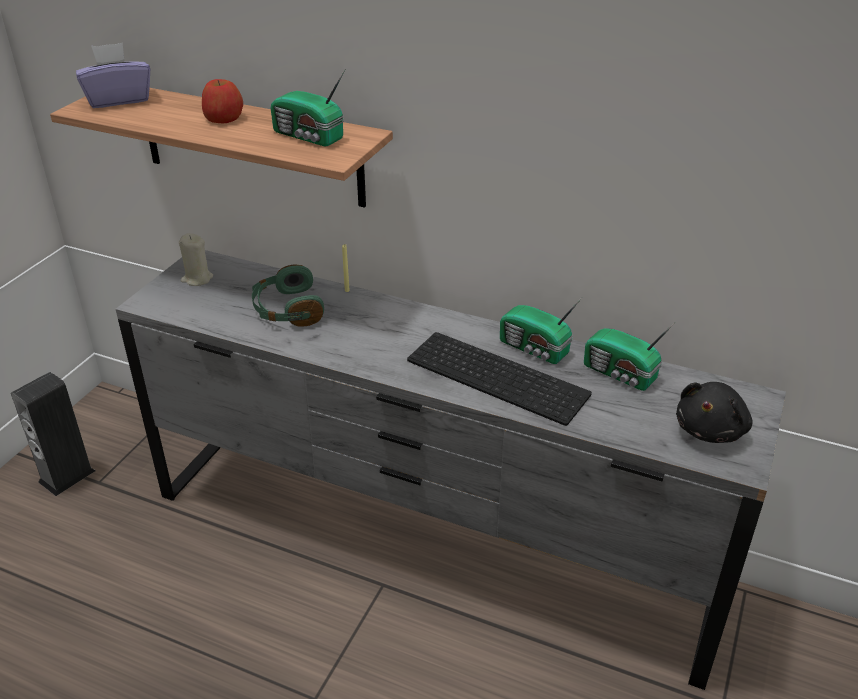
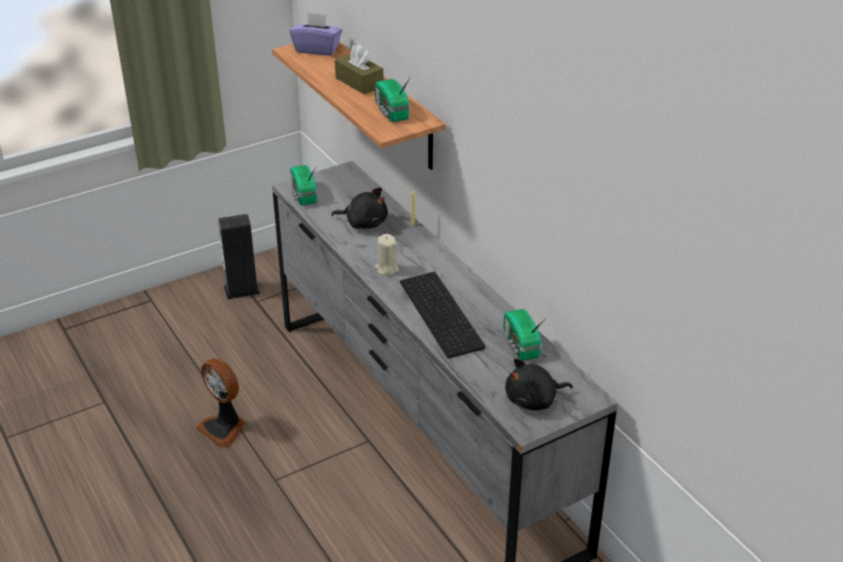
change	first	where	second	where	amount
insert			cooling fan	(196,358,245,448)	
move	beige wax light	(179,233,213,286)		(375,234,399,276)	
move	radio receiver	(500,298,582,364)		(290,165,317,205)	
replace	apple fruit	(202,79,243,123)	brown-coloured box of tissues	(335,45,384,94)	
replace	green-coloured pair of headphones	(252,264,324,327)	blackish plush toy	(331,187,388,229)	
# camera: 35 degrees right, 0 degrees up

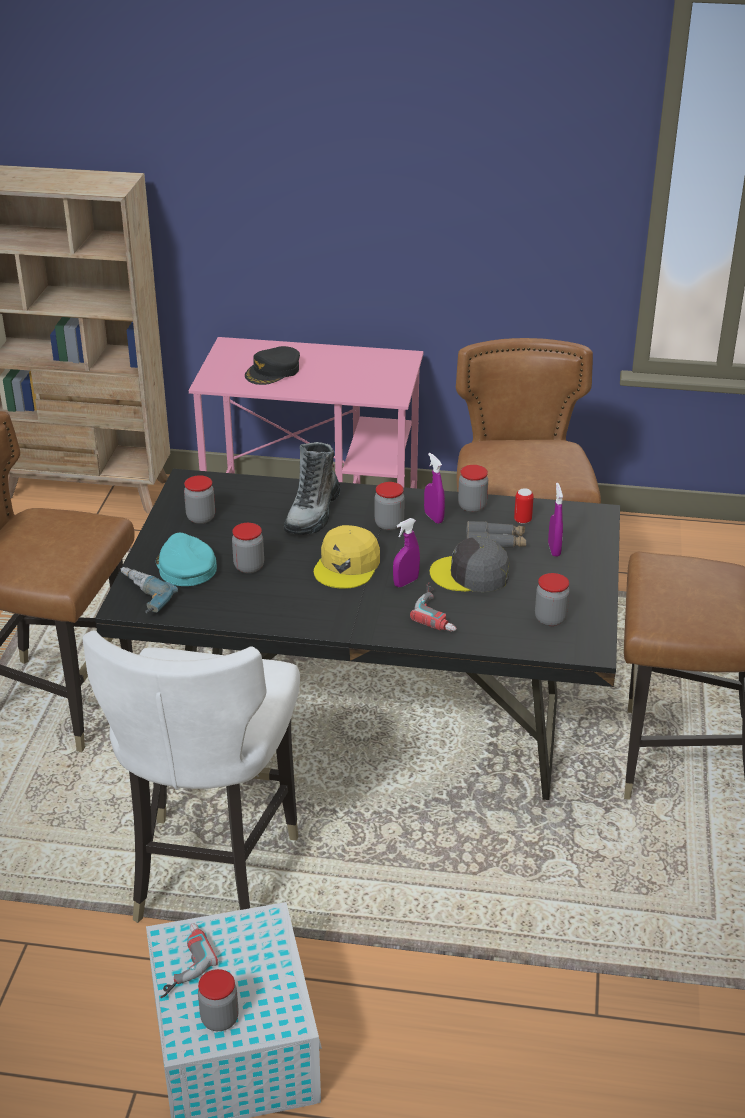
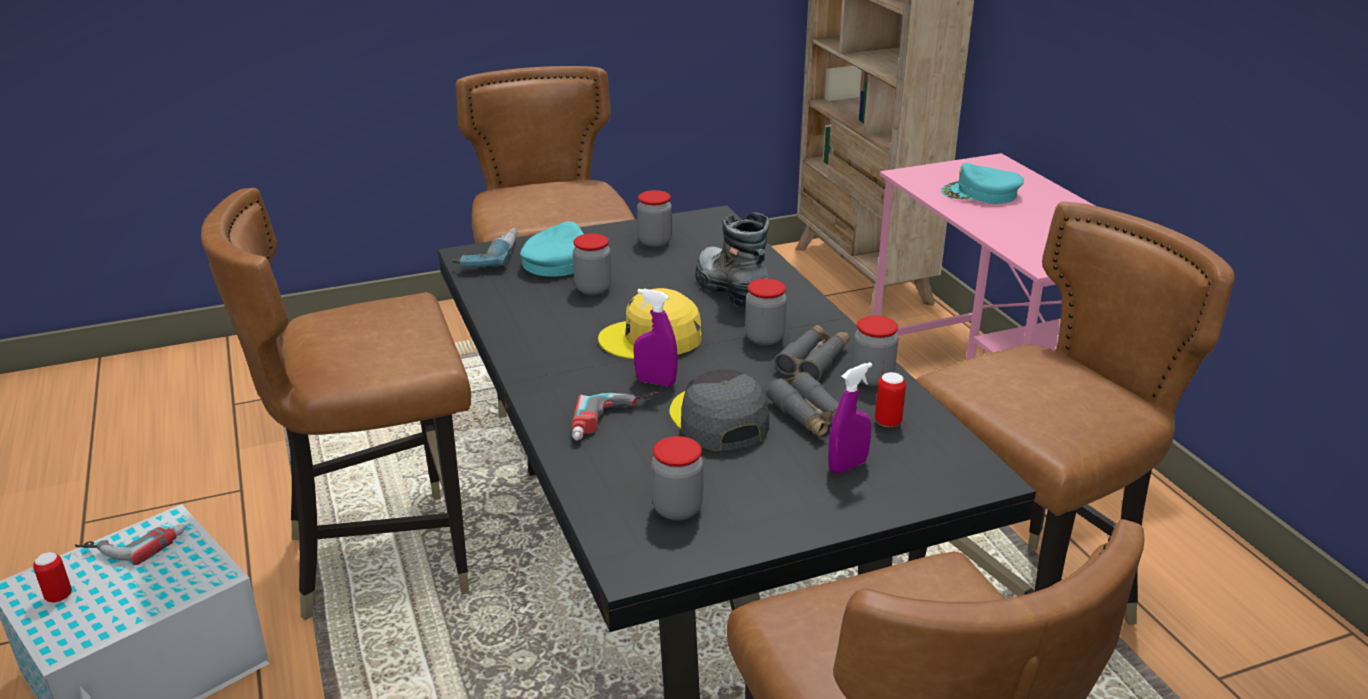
change	first	where	second	where	amount
replace	storage jar	(198,969,239,1031)	can	(33,552,72,602)	
replace	purple sprayer	(424,453,445,524)	greyish pair of binoculars	(774,325,850,381)	
recolor	whitish upright chair	(82,630,300,923)	brown-coloured upright chair	(201,188,471,620)	
recolor	blackish baseball cap	(245,346,300,385)	blue-green baseball cap	(941,163,1024,204)	
rotate	boot	(284,442,341,535)		(695,212,769,308)	75 degrees clockwise
# camera: 60 degrees right, 5 degrees down

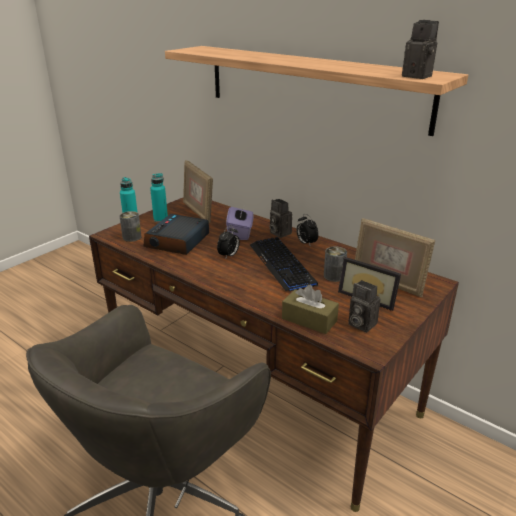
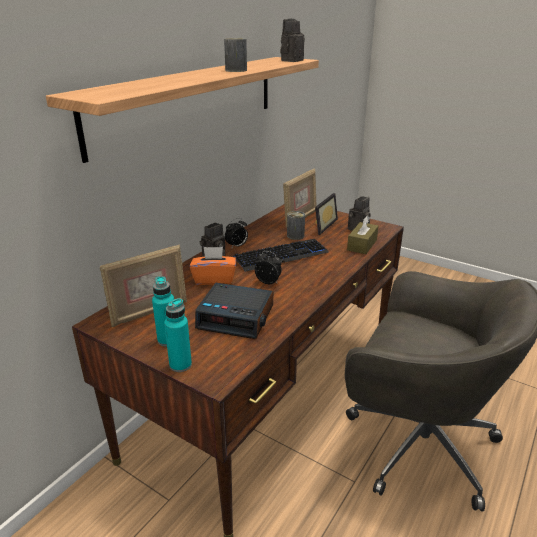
change	first	where	second	where	amount
move	can	(120,211,142,242)		(224,38,247,72)	
recolor	purple box of tissues	(226,204,254,240)	orange box of tissues	(190,247,236,285)	
# camera: 95 degrees left, 0 degrees up

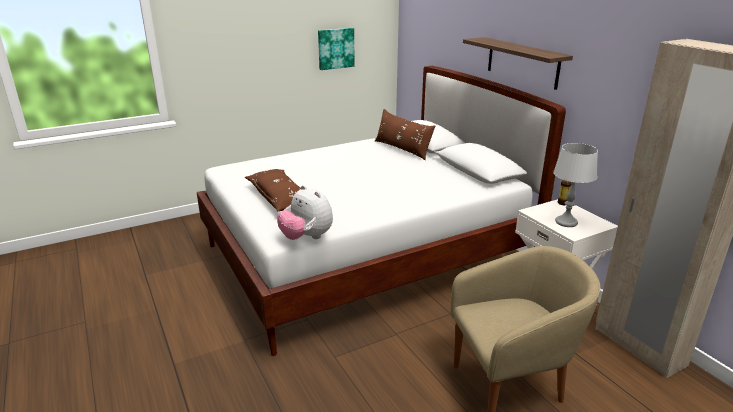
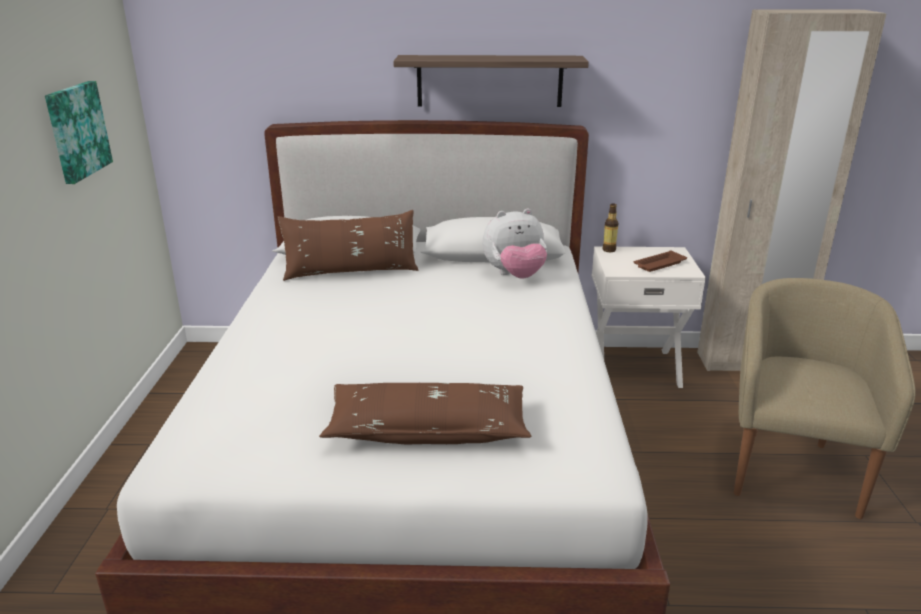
change	first	where	second	where	amount
move	plush toy	(277,185,333,240)		(482,209,547,278)	
replace	greyish lamp for a table	(553,143,598,227)	brown-coloured tray	(634,250,687,272)	
# camera: 60 degrees left, 0 degrees up

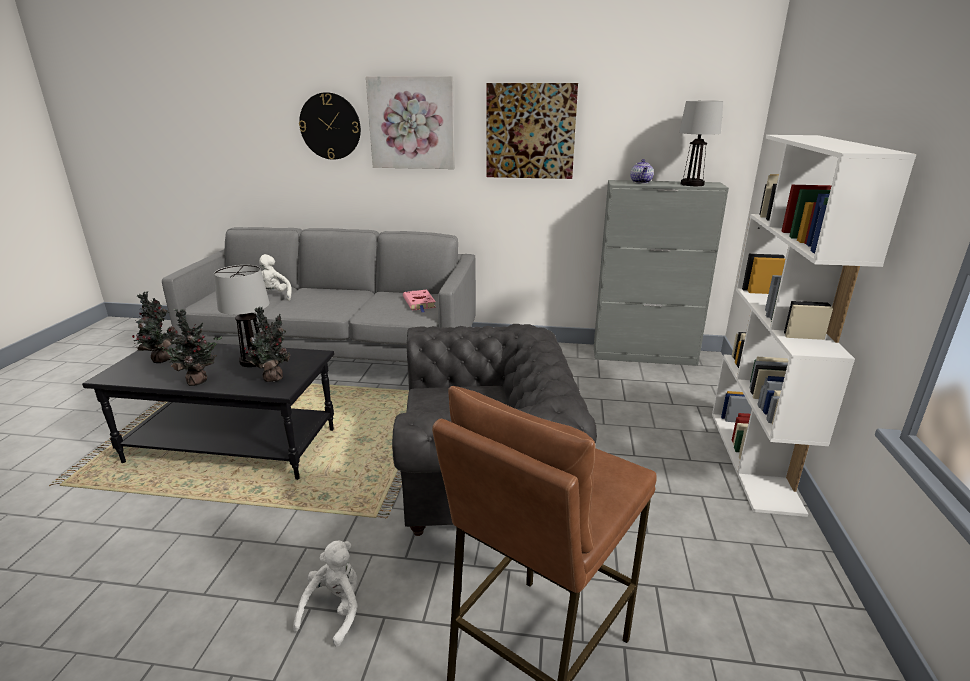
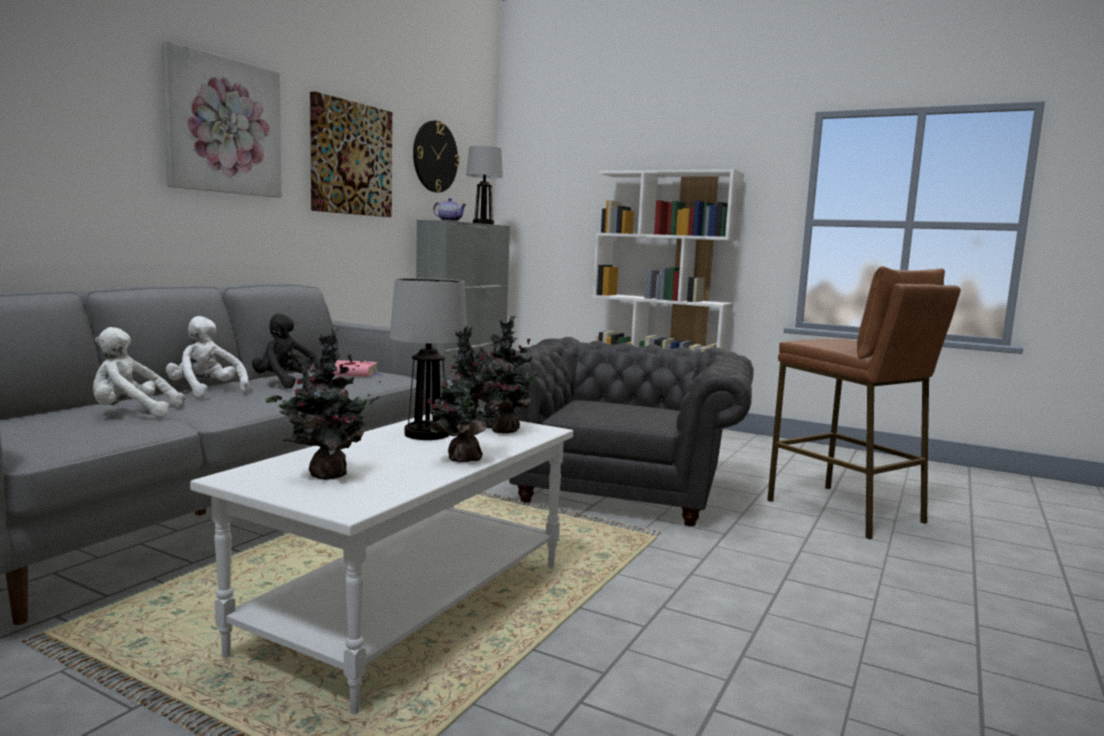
change	first	where	second	where	amount
insert			blackish plush toy	(252,313,320,389)	
move	whitish plush toy	(293,541,358,647)		(166,316,249,398)	
move	wall clock	(299,92,361,160)		(413,120,460,192)	
recolor	blackish low table	(82,343,334,480)	whitish low table	(190,413,573,714)	
# camera: 70 degrees left, 15 degrees down

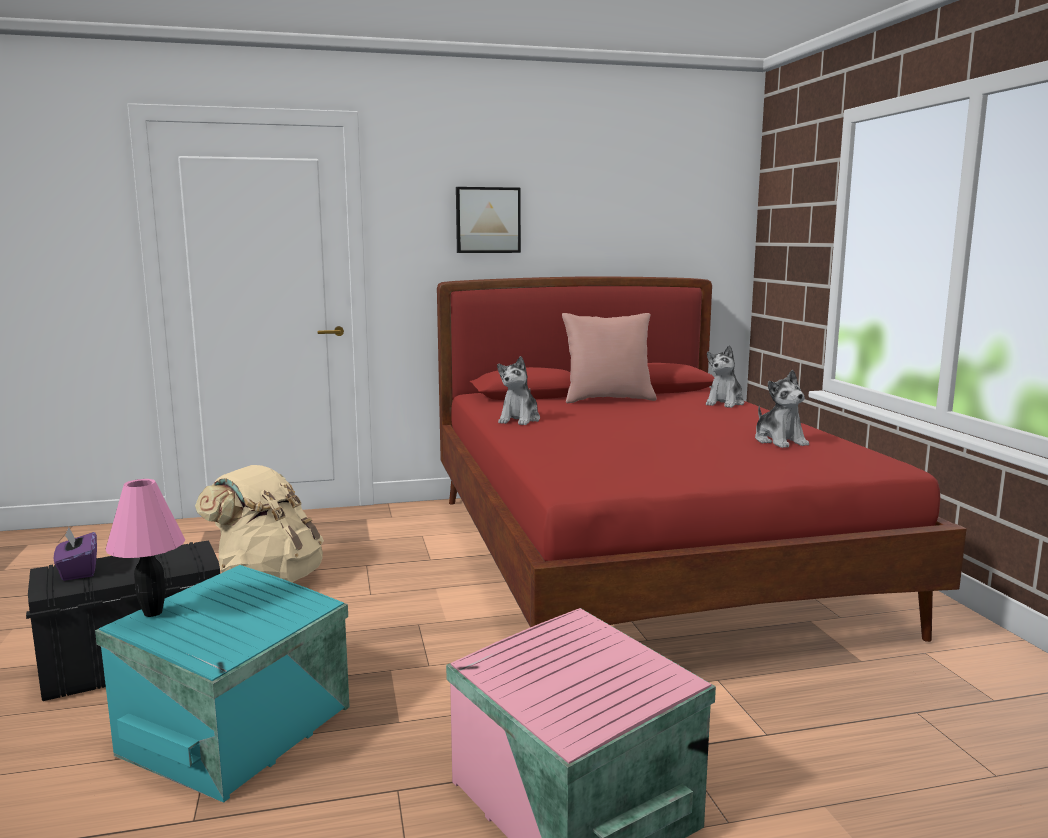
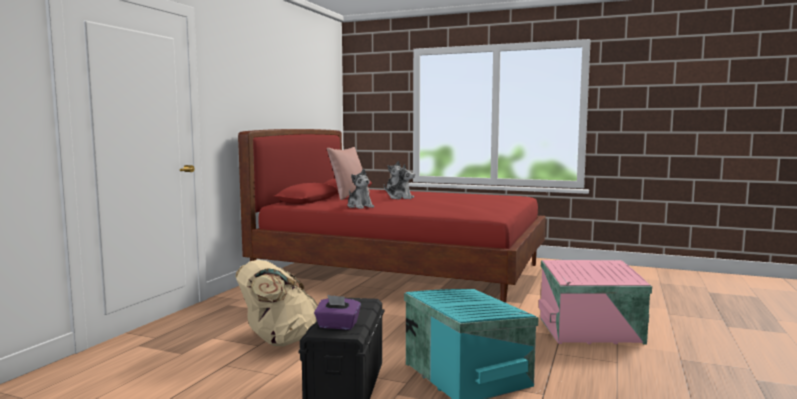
change	first	where	second	where	amount
delete	pink lamp for a table	(106,479,185,617)			
delete	wall picture	(456,187,521,253)			
move	plush toy	(755,370,809,448)		(384,164,415,199)	
# camera: 55 degrees left, 5 degrees down

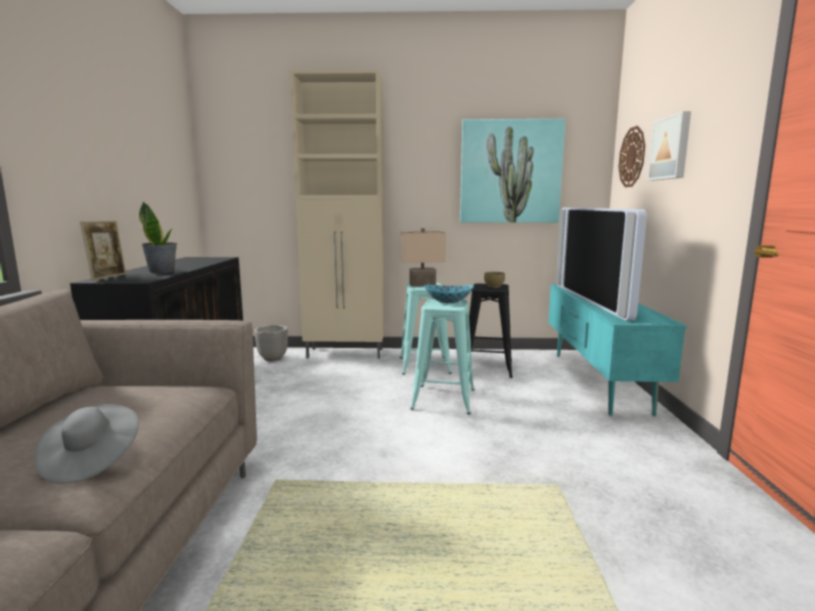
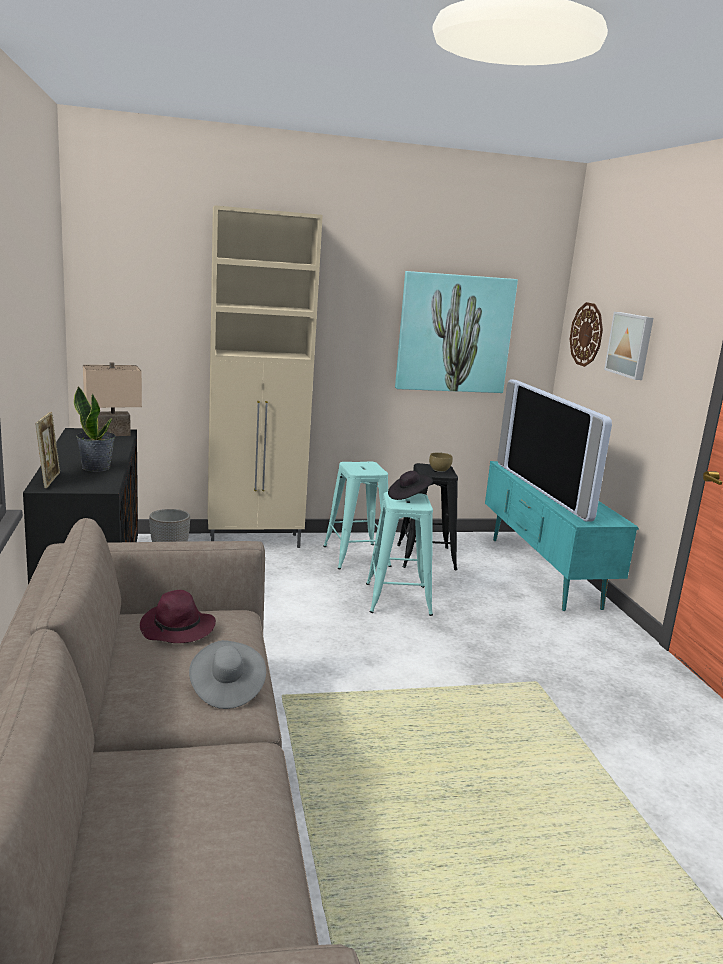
change	first	where	second	where	amount
insert			purple wearable hat	(140,590,216,643)	
move	beige lamp for a table	(401,228,446,287)		(83,362,142,436)	
replace	deep dish	(424,285,474,303)	blackish wearable hat	(388,471,433,500)	
# camera: 15 degrees left, 5 degrees up

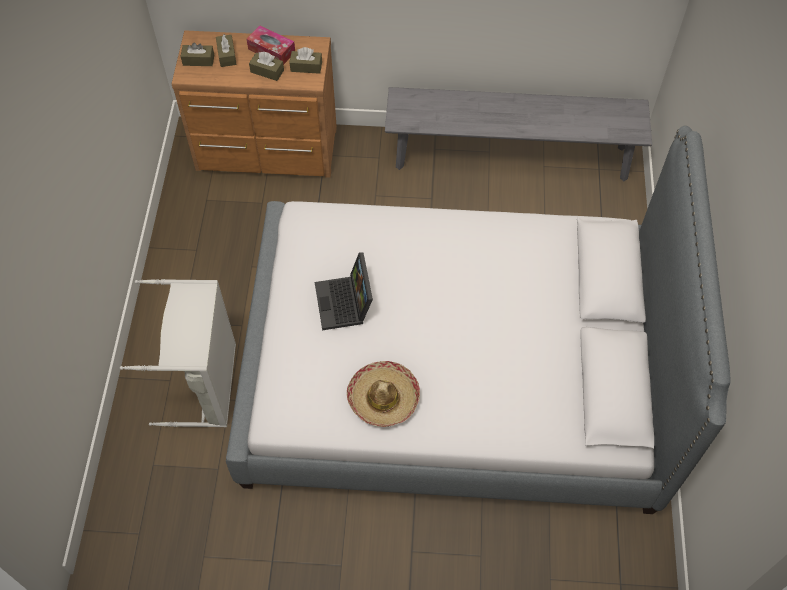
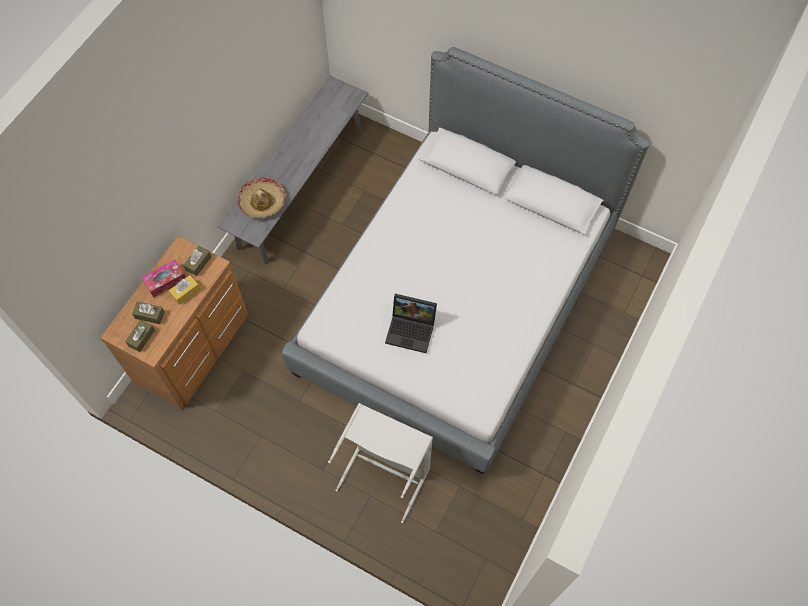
change	first	where	second	where	amount
move	wearable hat	(347,361,420,427)		(237,177,286,218)	
recolor	brown-coloured box of tissues	(249,52,284,81)	yellow-coloured box of tissues	(169,275,200,305)	
# camera: 65 degrees left, 5 degrees up

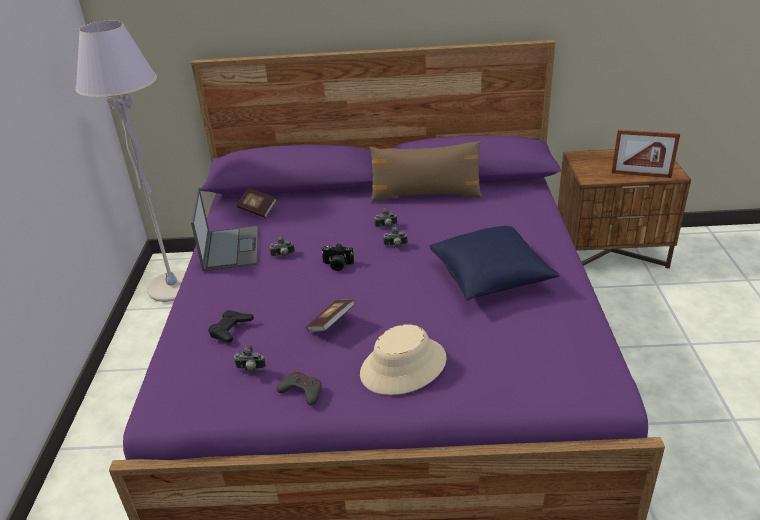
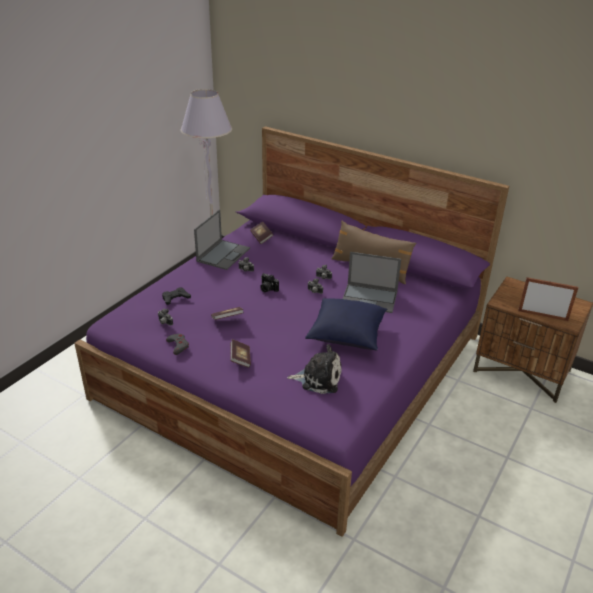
change	first	where	second	where	amount
insert			plush toy	(287,344,342,394)	
insert			notebook computer	(343,252,401,313)	
replace	beige wearable hat	(360,324,447,395)	volume	(230,339,251,368)	
rotate	standing frame	(611,130,680,178)		(518,277,578,321)	150 degrees clockwise
# camera: 30 degrees right, 0 degrees up

